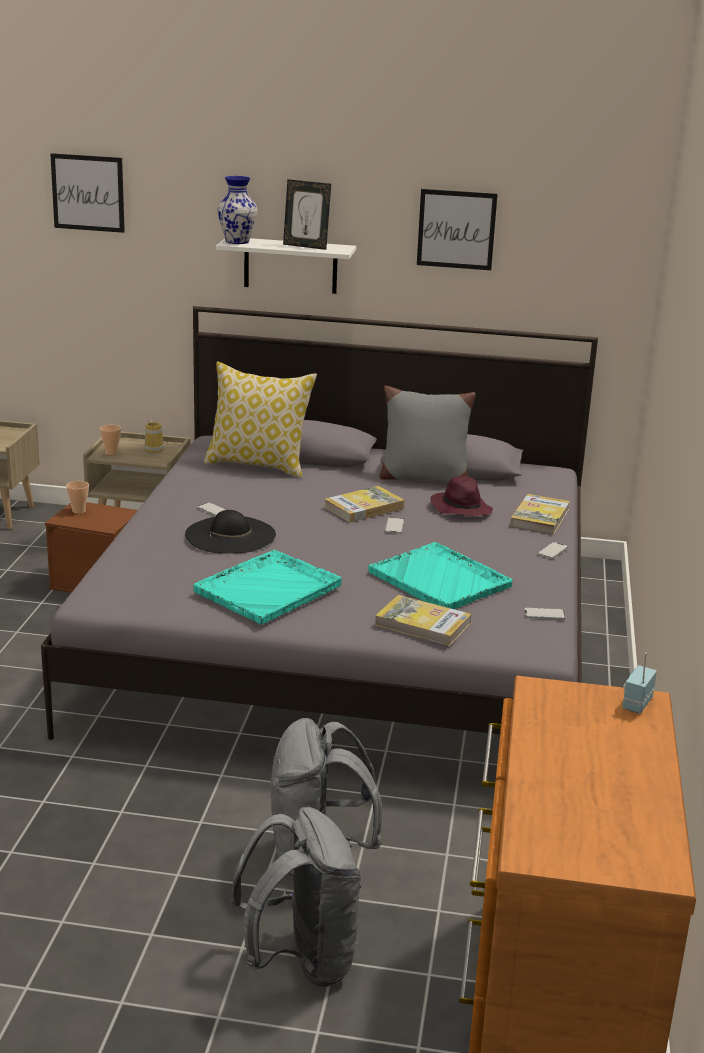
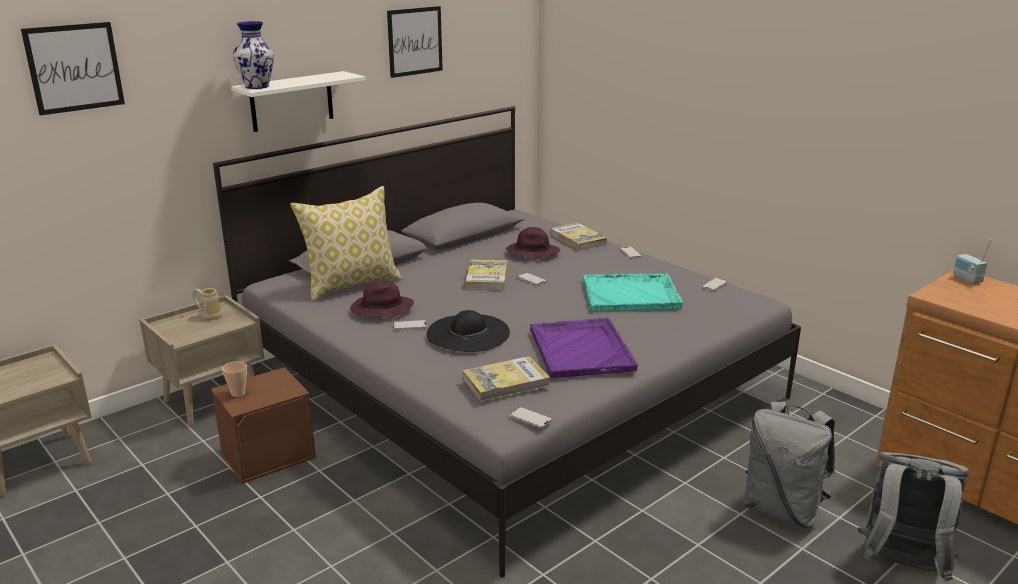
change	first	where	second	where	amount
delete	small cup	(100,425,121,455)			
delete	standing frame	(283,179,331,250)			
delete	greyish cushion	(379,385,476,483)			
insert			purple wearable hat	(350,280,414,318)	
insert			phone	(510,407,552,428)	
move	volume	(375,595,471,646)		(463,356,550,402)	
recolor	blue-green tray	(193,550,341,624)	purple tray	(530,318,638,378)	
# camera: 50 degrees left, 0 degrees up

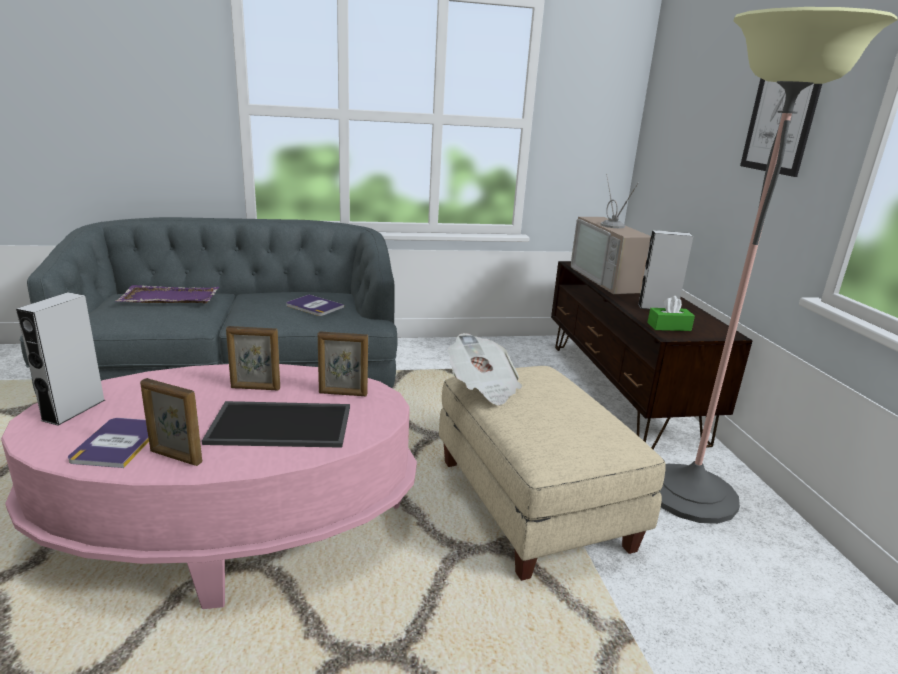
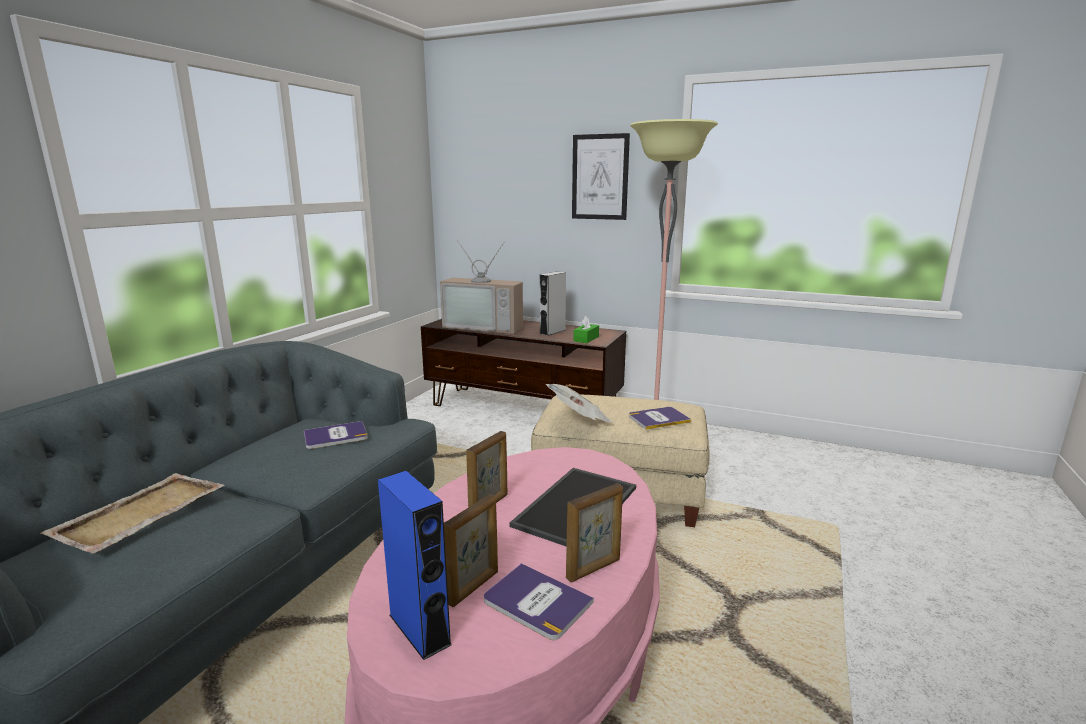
change	first	where	second	where	amount
insert			volume	(629,407,691,430)	
move	standing frame	(318,331,368,396)		(444,494,498,607)	
recolor	greyish speaker	(16,292,105,426)	blue-coloured speaker	(378,471,452,660)	
recolor	purple tray	(116,285,219,303)	beige tray	(40,473,225,554)	
# camera: 55 degrees left, 5 degrees down

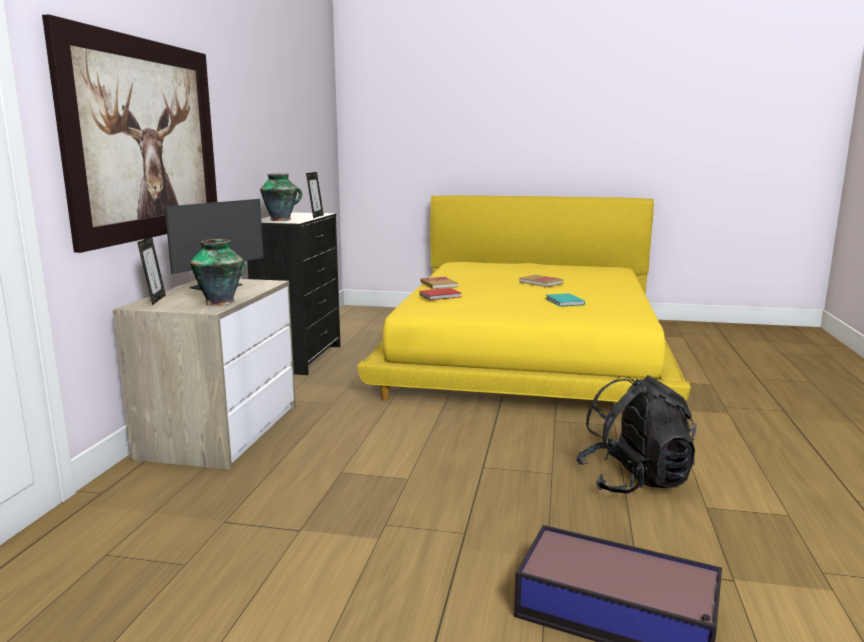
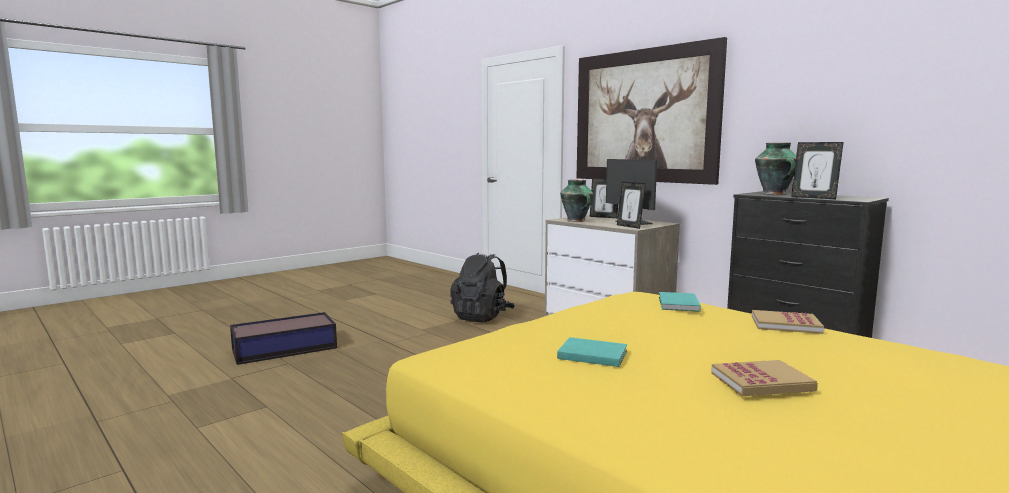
change	first	where	second	where	amount
insert			standing frame	(617,182,646,229)	
move	blackish knapsack	(576,375,697,494)		(450,253,515,323)	
recolor	red-coloured volume	(419,288,461,300)	blue-green volume	(659,292,701,312)	
# camera: 125 degrees right, 5 degrees down

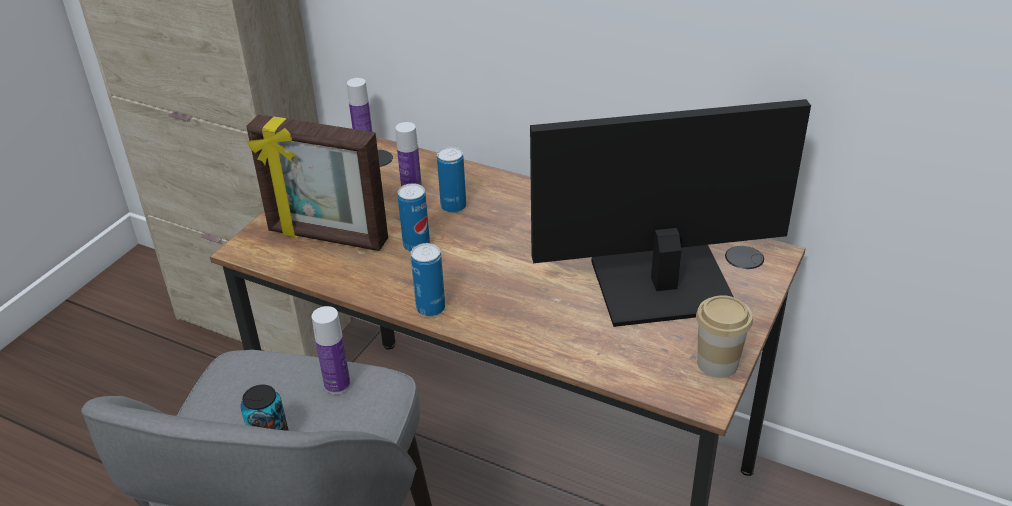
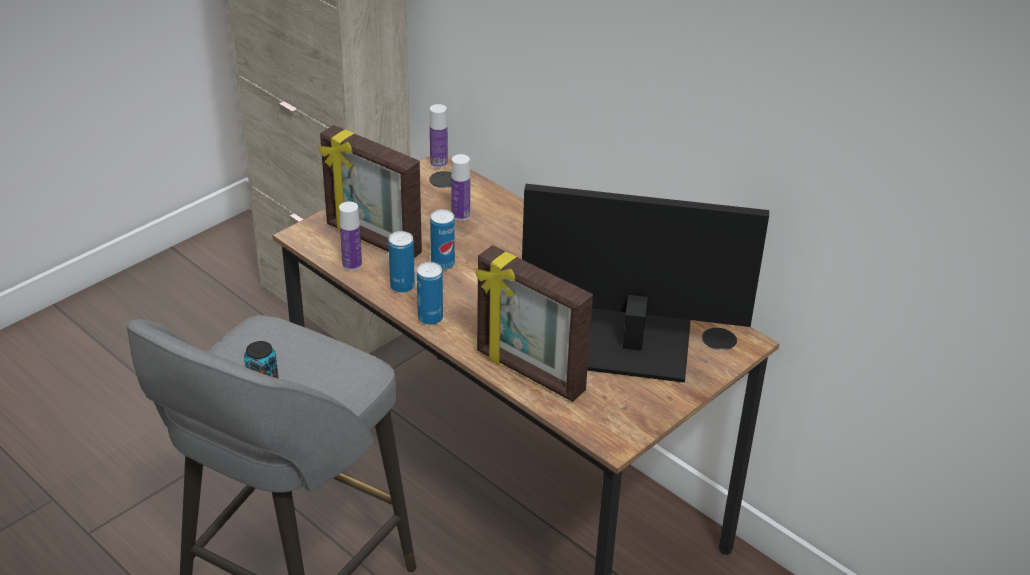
change	first	where	second	where	amount
delete	small cup	(696,295,753,378)			
insert			standing frame	(476,245,593,402)	
move	bottle	(312,306,350,394)		(339,202,362,271)	
move	can	(437,147,466,213)		(388,231,415,293)	
# camera: 15 degrees right, 0 degrees up

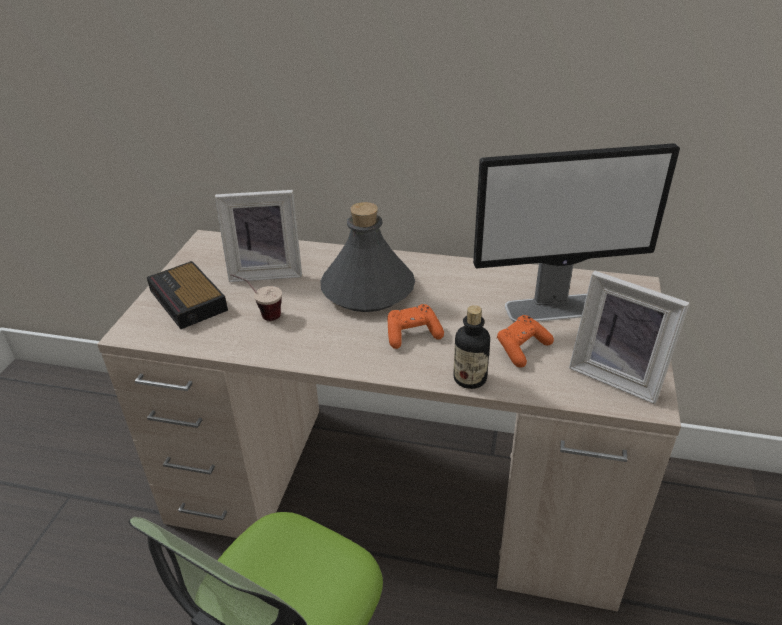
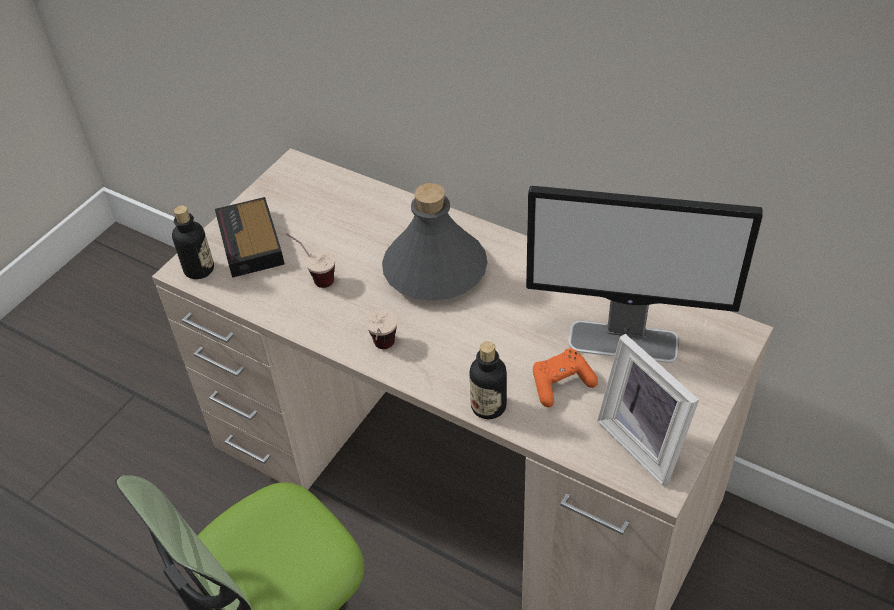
change	first	where	second	where	amount
delete	standing frame	(215,190,302,282)			
delete	orange gamepad	(387,304,444,349)			
insert			bottle	(172,205,214,279)	
insert			small cup	(366,310,397,349)	
# camera: 20 degrees right, 10 degrees up

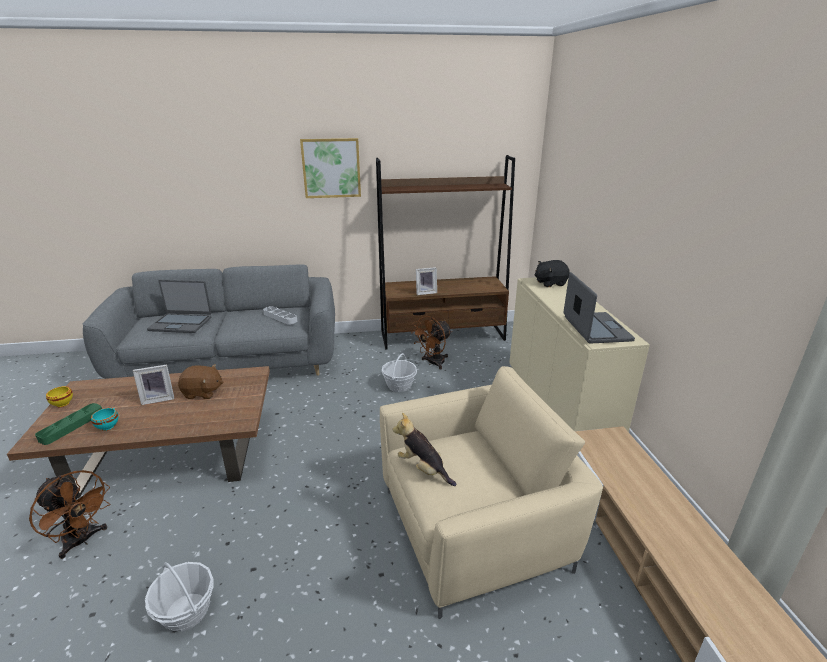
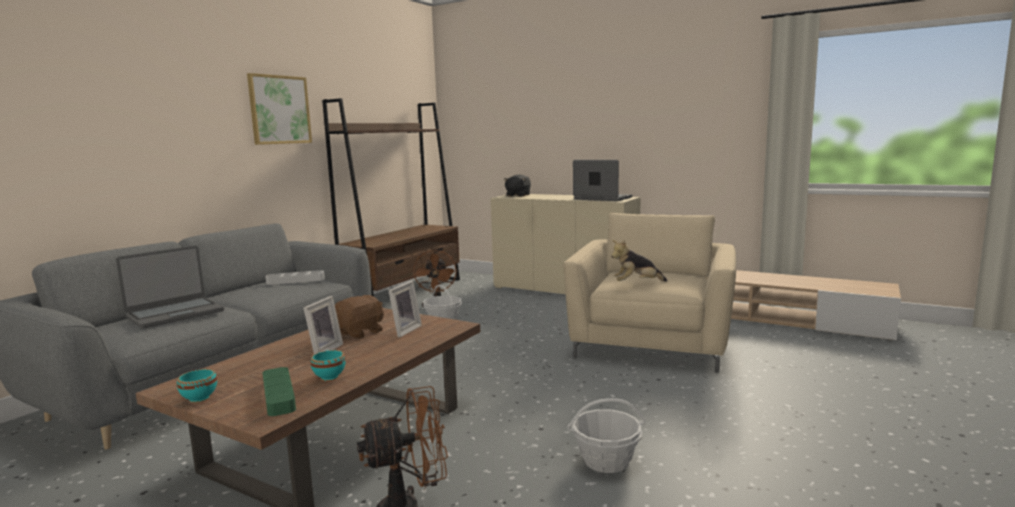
change	first	where	second	where	amount
move	standing frame	(416,267,437,295)		(389,281,422,338)	
recolor	yellow-coloured deep dish	(46,386,73,407)	blue-green deep dish	(177,369,217,403)	
# camera: 50 degrees left, 15 degrees down

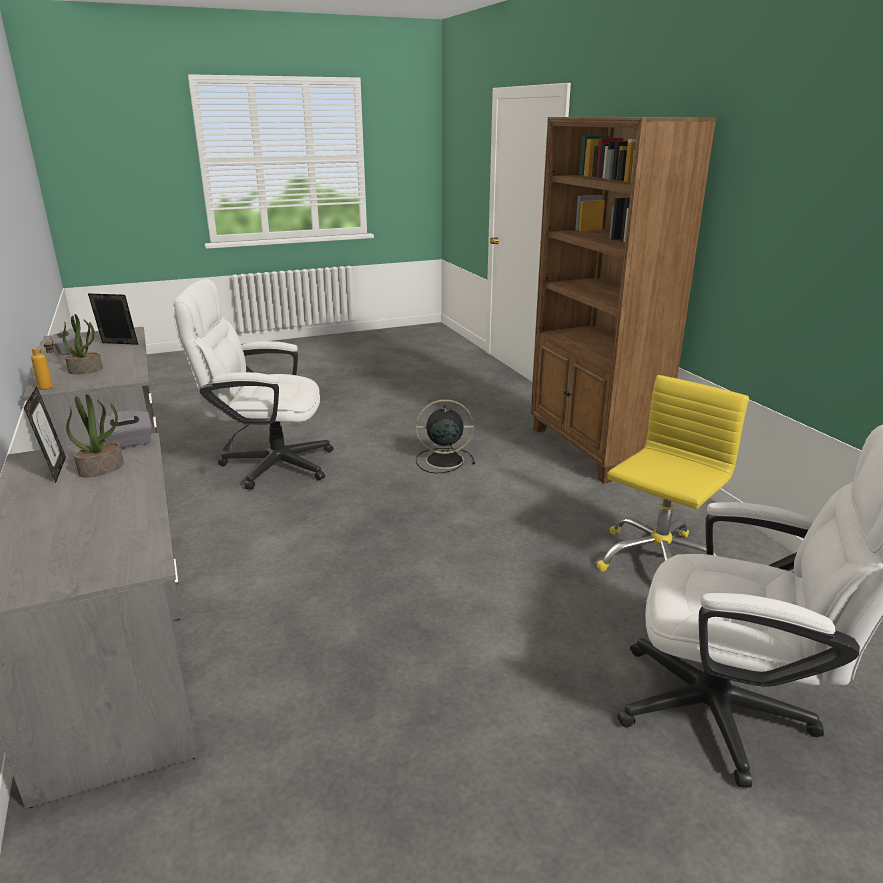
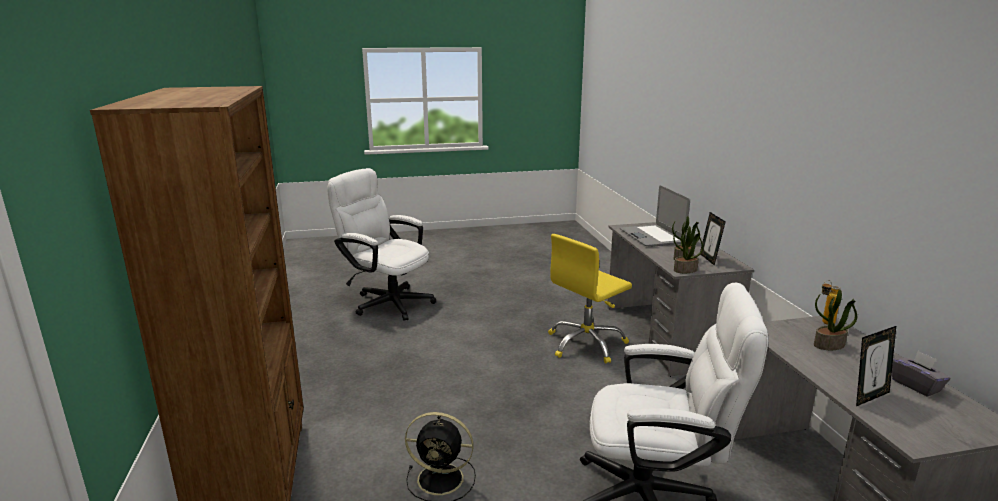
change	first	where	second	where	amount
insert			notebook computer	(620,185,690,247)	
move	yellow-coloured desk chair	(597,375,749,572)		(548,234,632,364)	
replace	greyish box of tissues	(98,410,152,449)	plant in a pot	(673,226,703,273)	
rotate	standing frame	(88,293,138,345)		(856,326,896,406)	45 degrees counterclockwise
# camera: 170 degrees left, 5 degrees down

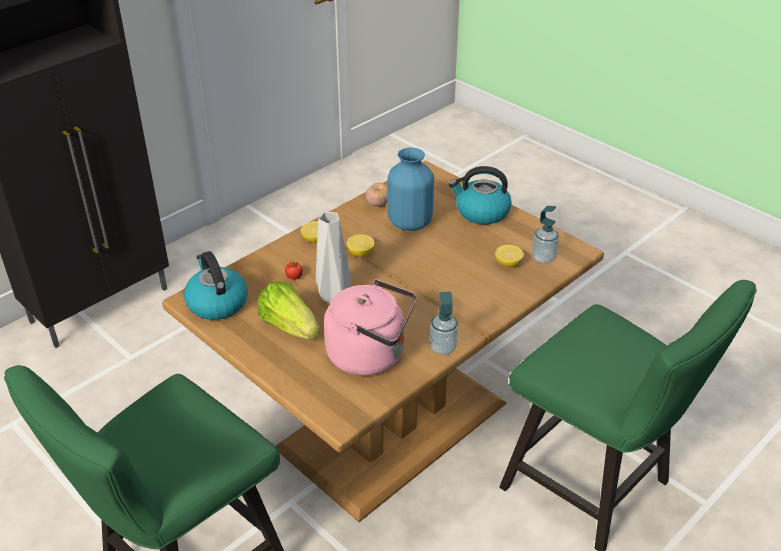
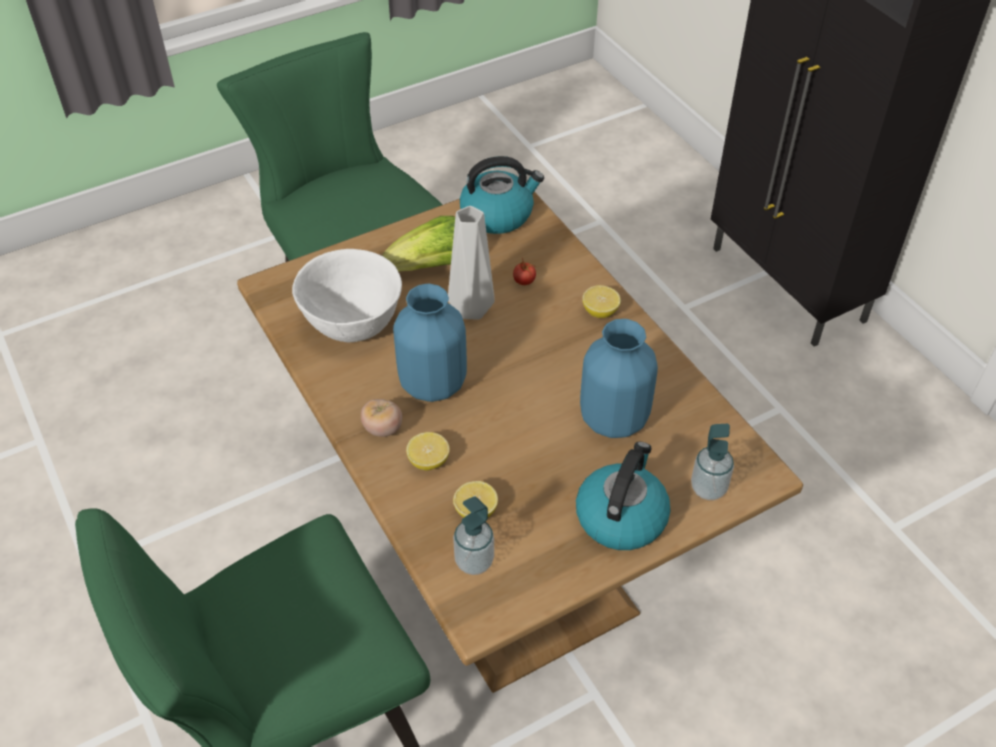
change	first	where	second	where	amount
insert			blue-coloured vase	(393,284,467,402)	
move	whole lemon	(347,234,375,257)		(406,432,450,470)	
move	fresh tomato	(366,182,387,207)		(361,399,402,437)	
move	soap bottle	(430,292,458,355)		(691,424,734,500)	
replace	pink kettle	(324,279,417,376)	whitish deep dish	(292,249,402,342)	
# camera: 105 degrees right, 10 degrees up

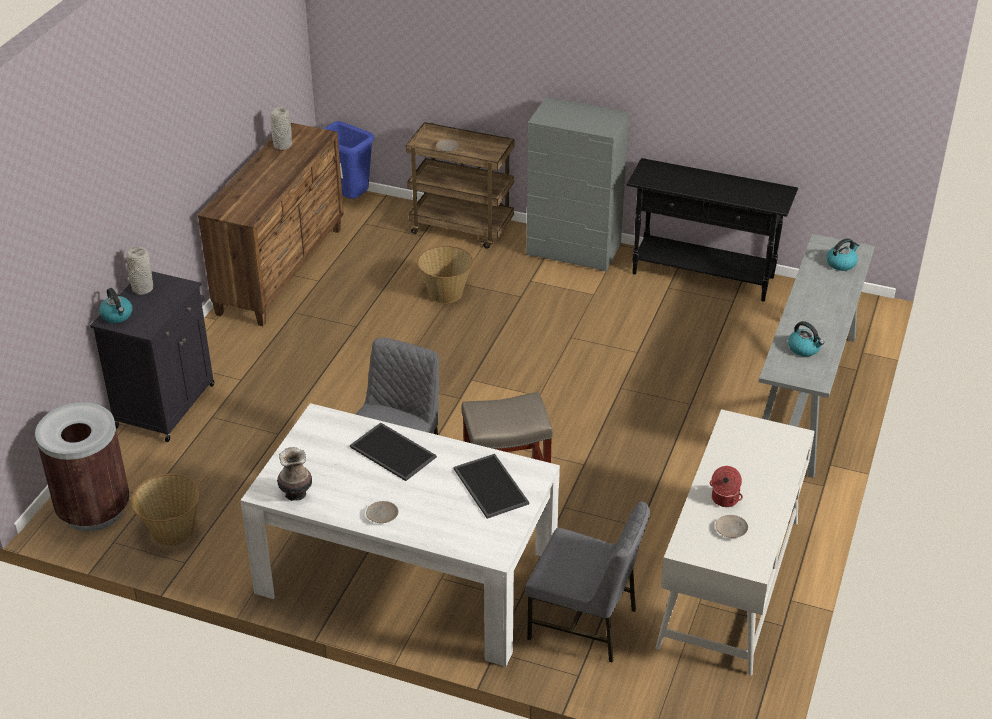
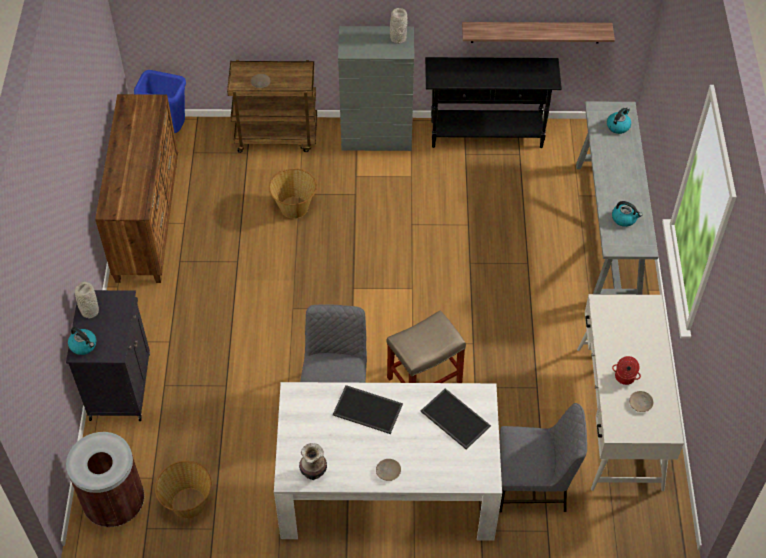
change	first	where	second	where	amount
insert			wall shelf	(462,22,615,44)	
move	greyish vase	(271,107,292,150)		(390,8,408,44)	
# camera: 20 degrees left, 15 degrees up

